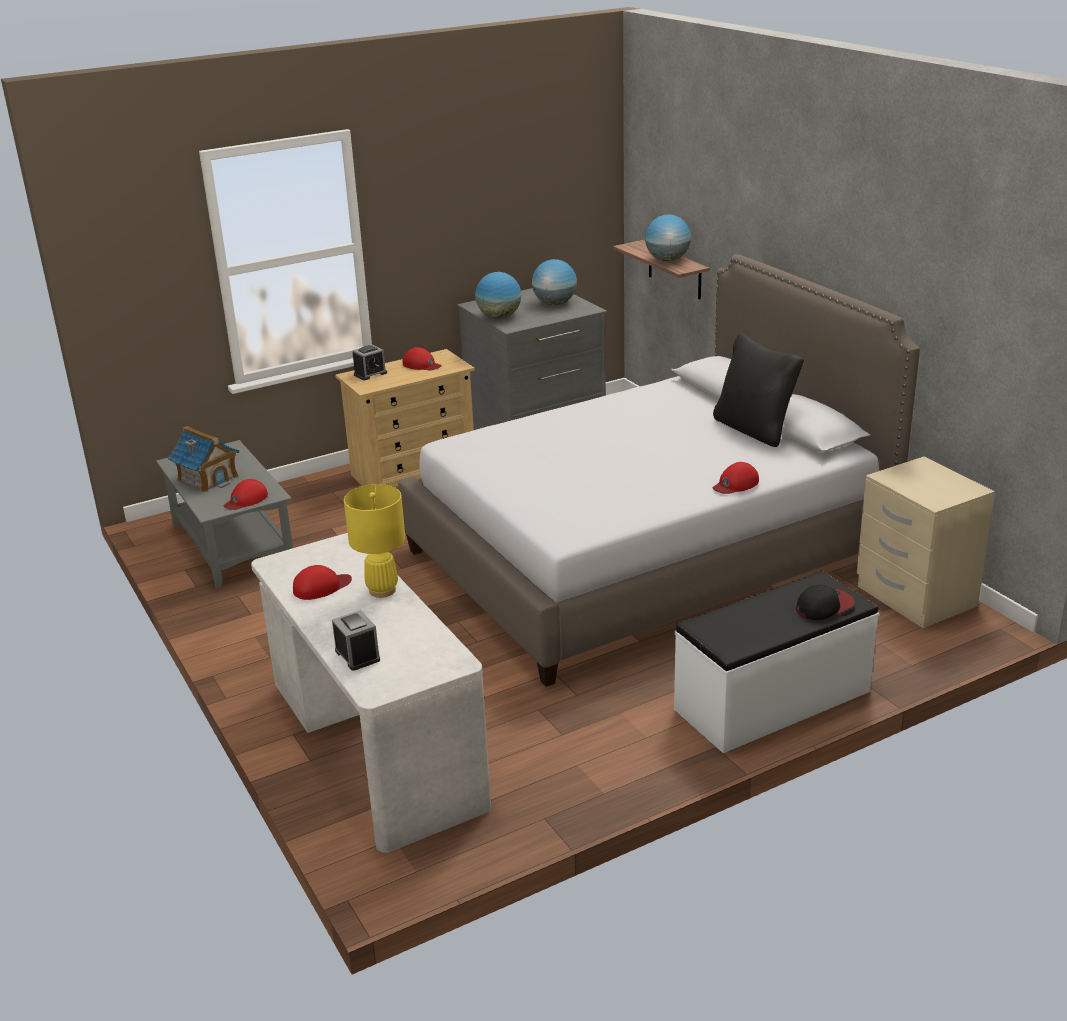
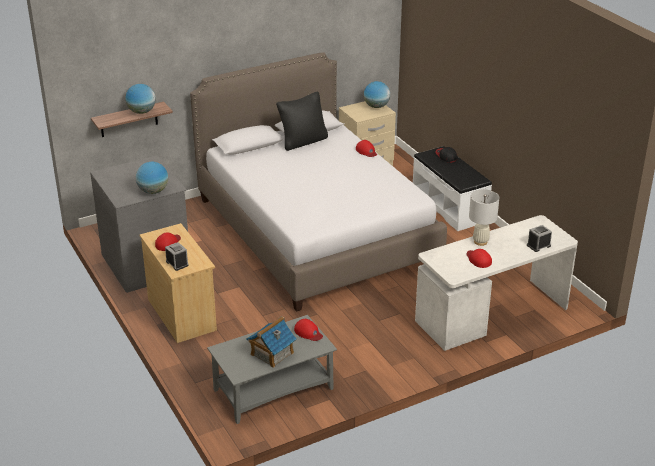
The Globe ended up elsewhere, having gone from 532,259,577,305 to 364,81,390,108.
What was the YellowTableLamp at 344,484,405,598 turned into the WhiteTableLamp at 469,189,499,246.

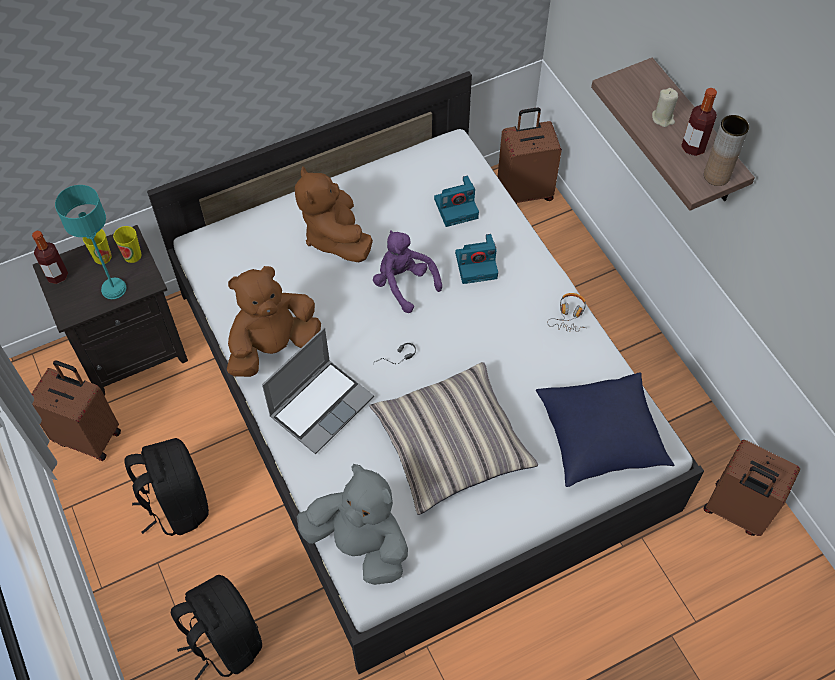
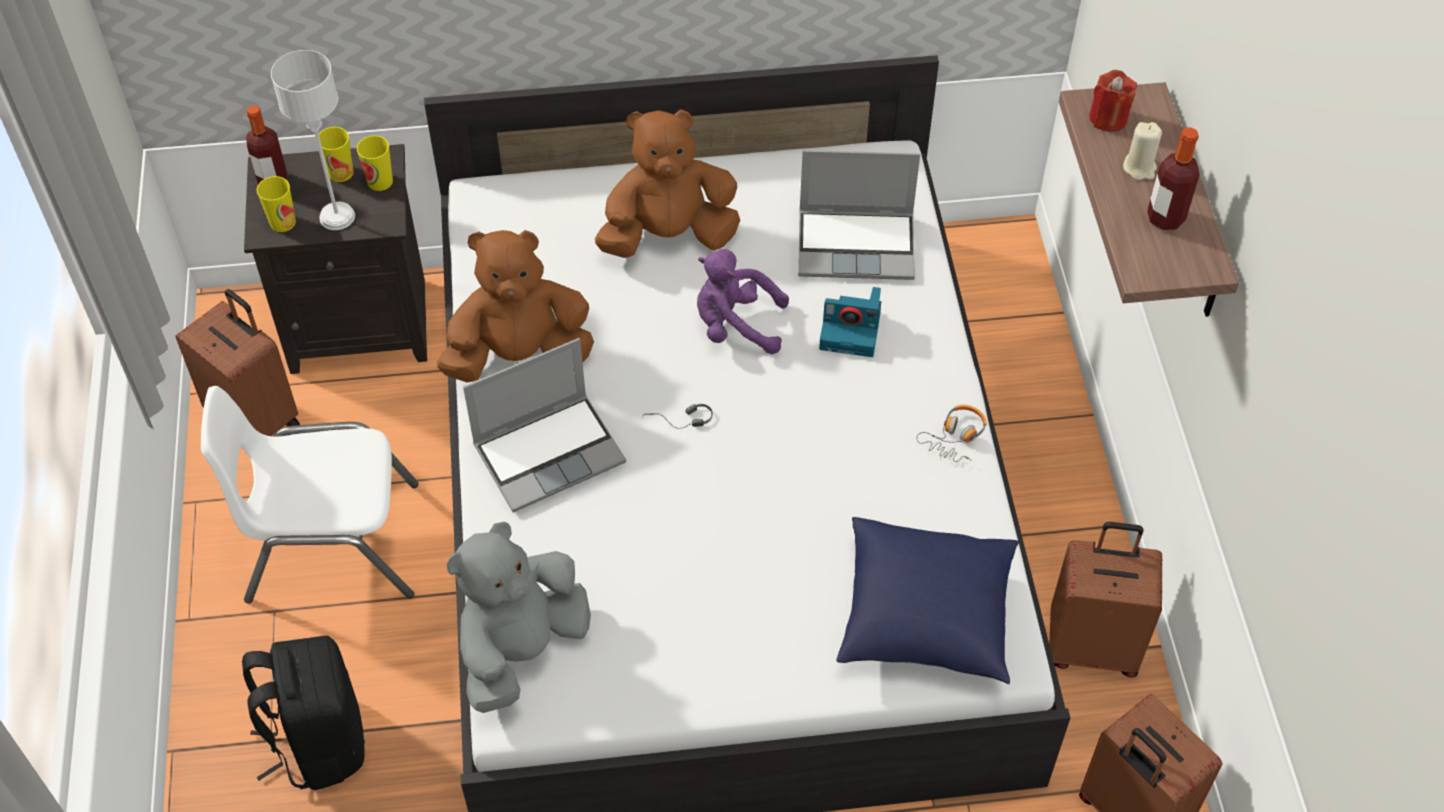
The second view lost the Pillow at 370,362,538,515.
The second view lost the BrownColouredDecorativeVase at 704,115,749,186.
The second view gained the DrinkingCup at 257,176,296,232.
The second view gained the RedWaxLight at 1089,70,1137,132.
The BrownColouredSuitcase ended up elsewhere, having gone from 498,107,562,204 to 1049,522,1162,677.
Where the BlackRucksack stood at 124,438,209,536, the WhitePlainChair came to stand at 201,386,419,604.
Where the StillCamera stood at 434,176,479,227, the NotebookComputer came to stand at 798,150,920,280.
What was the TurquoiseColouredTableLamp at 55,185,126,299 turned into the GreyishTableLamp at 271,50,355,230.
The BrownColouredCuddlyToy at 295,166,373,262 ended up facing another way, 75 degrees clockwise from before.
The GreyishCuddlyToy at 297,464,408,585 ended up facing another way, 105 degrees counterclockwise from before.
The PurpleCuddlyToy at 373,230,442,313 ended up facing another way, 60 degrees counterclockwise from before.

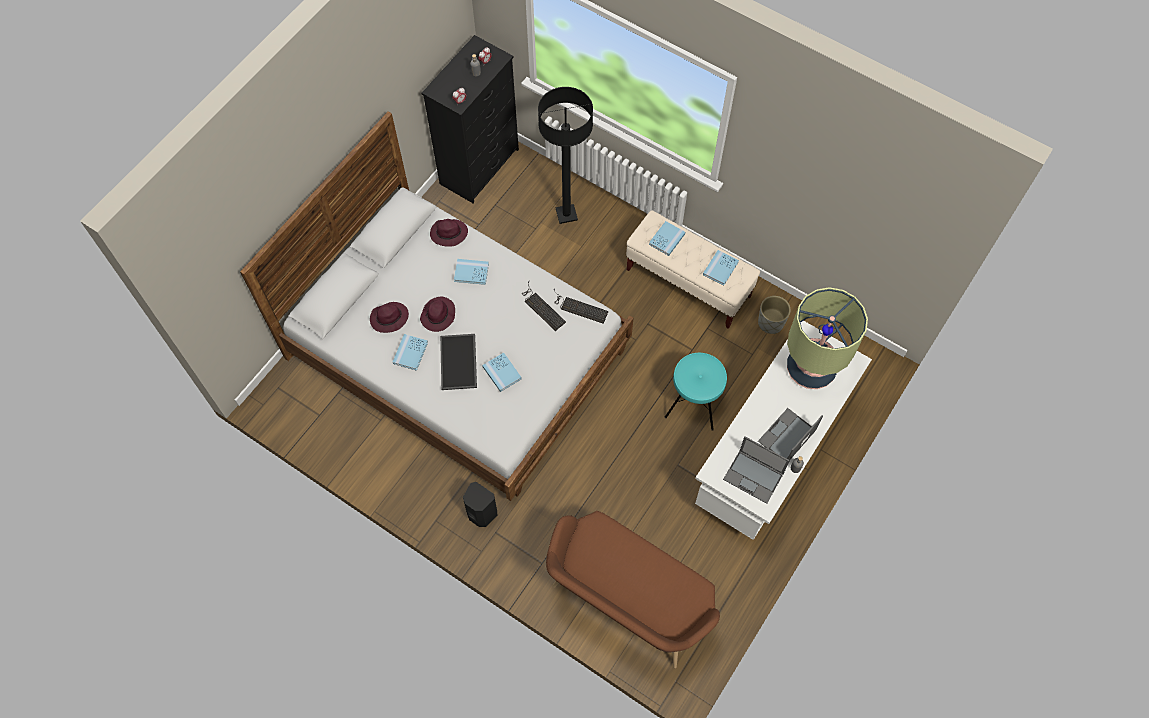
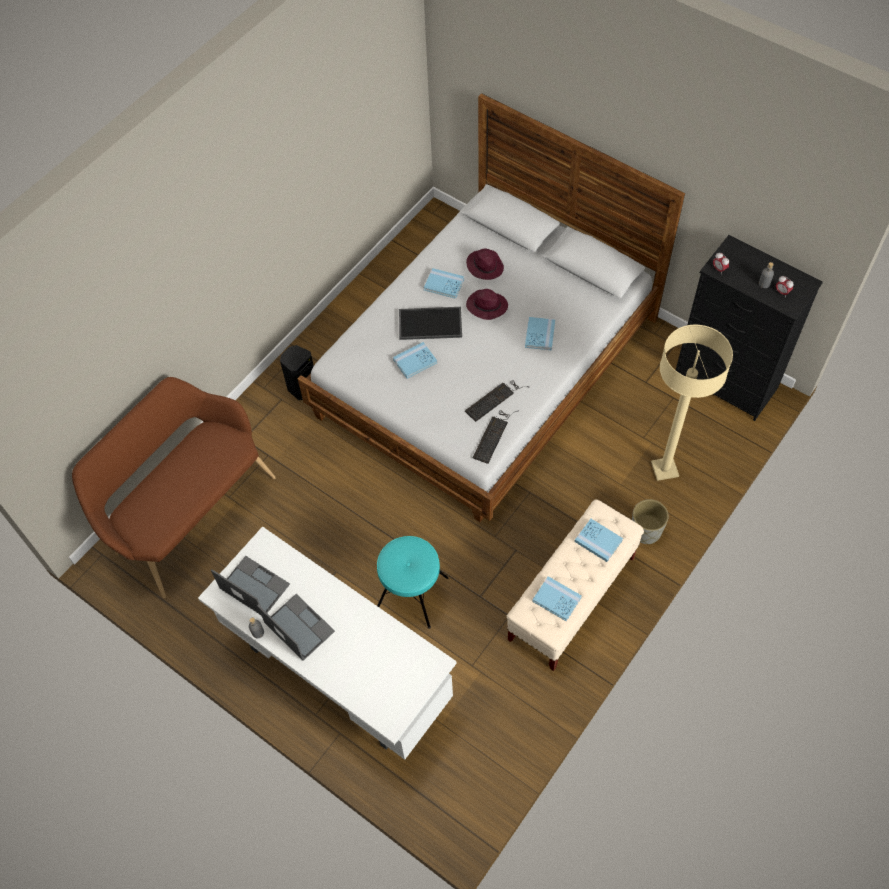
The second view lost the PurpleWearableHat at 430,219,468,247.
The second view lost the TableLamp at 787,287,868,389.
The GreyishFlowerPot ended up elsewhere, having gone from 758,296,790,334 to 632,499,669,544.
What was the BlackStandingLamp at 538,87,593,224 turned into the BeigeStandingLamp at 651,325,733,481.
The NotebookComputer at 723,437,790,504 ended up facing another way, 90 degrees clockwise from before.

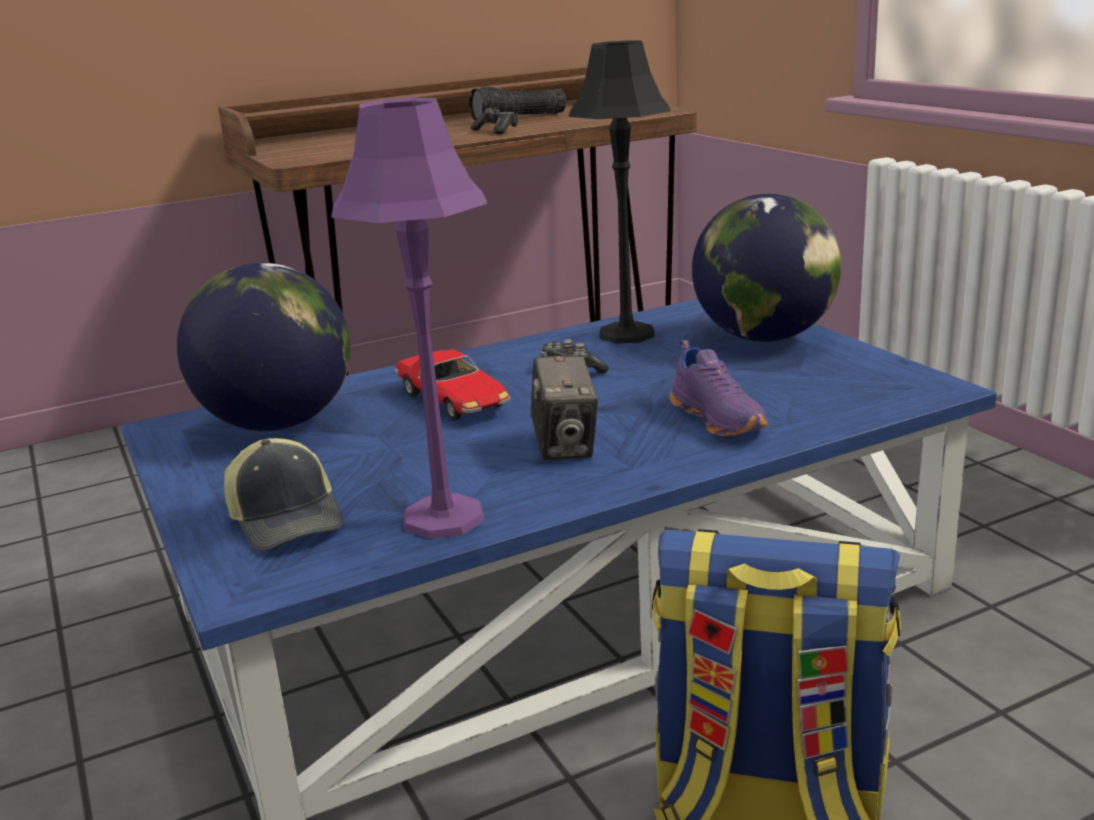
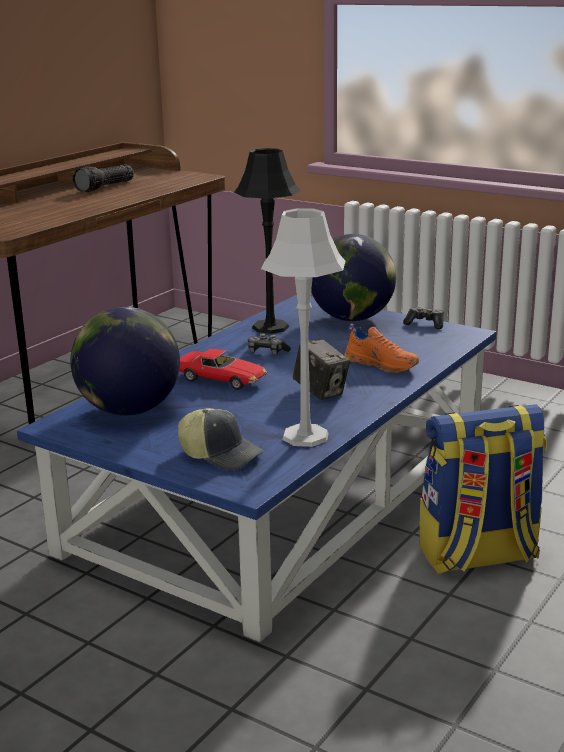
The Gamepad ended up elsewhere, having gone from 471,108,518,134 to 403,307,444,329.
What was the PurpleTableLamp at 331,98,488,539 turned into the GreyishTableLamp at 261,208,345,447.
What was the PurpleLowShoe at 670,340,768,436 turned into the OrangeLowShoe at 344,324,419,373.

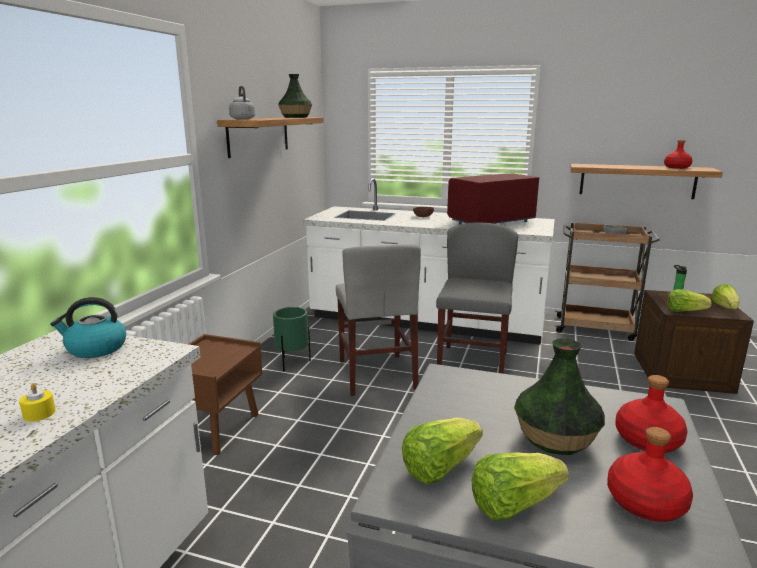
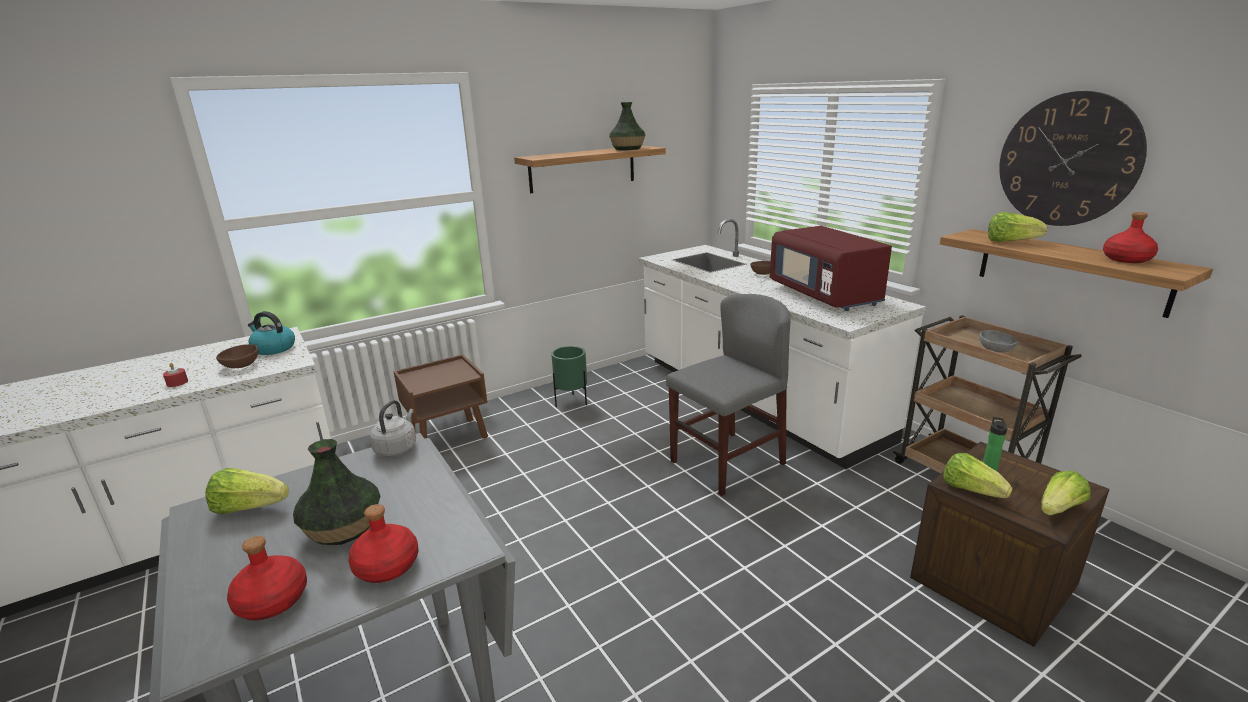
The second view lost the GreyishPlainChair at 336,244,421,396.
The second view gained the BrownColouredBowl at 216,344,258,368.
The second view gained the HangingClock at 999,91,1147,226.
The GreyishKettle ended up elsewhere, having gone from 229,86,255,119 to 369,400,416,457.
The LettuceHead ended up elsewhere, having gone from 472,452,569,521 to 988,212,1047,242.
What was the YellowWaxLight at 19,383,56,421 turned into the RedWaxLight at 163,363,188,387.
The RedKitchenMicrowave at 447,173,539,225 ended up facing another way, 120 degrees counterclockwise from before.

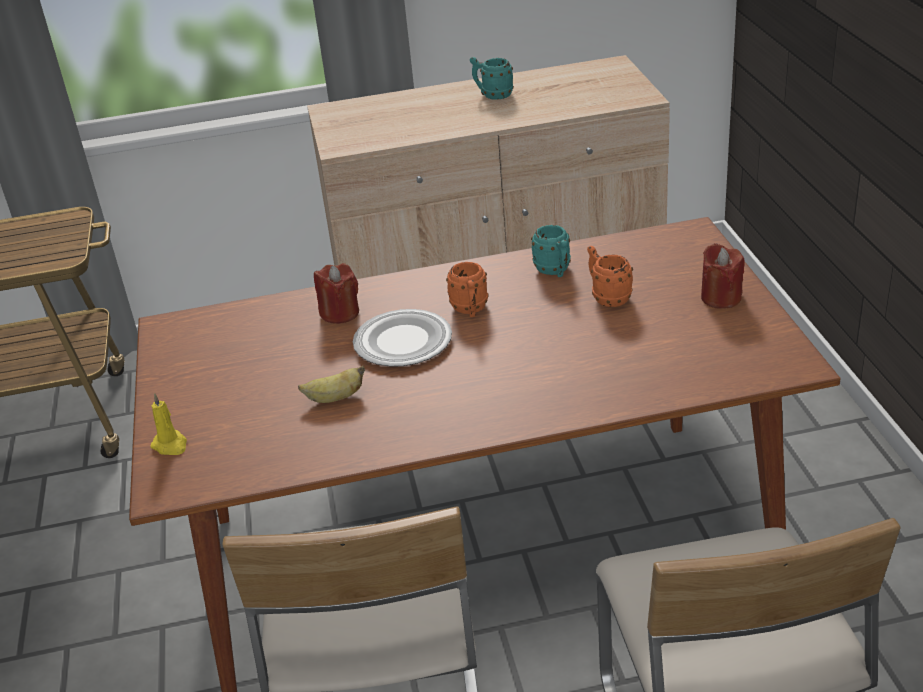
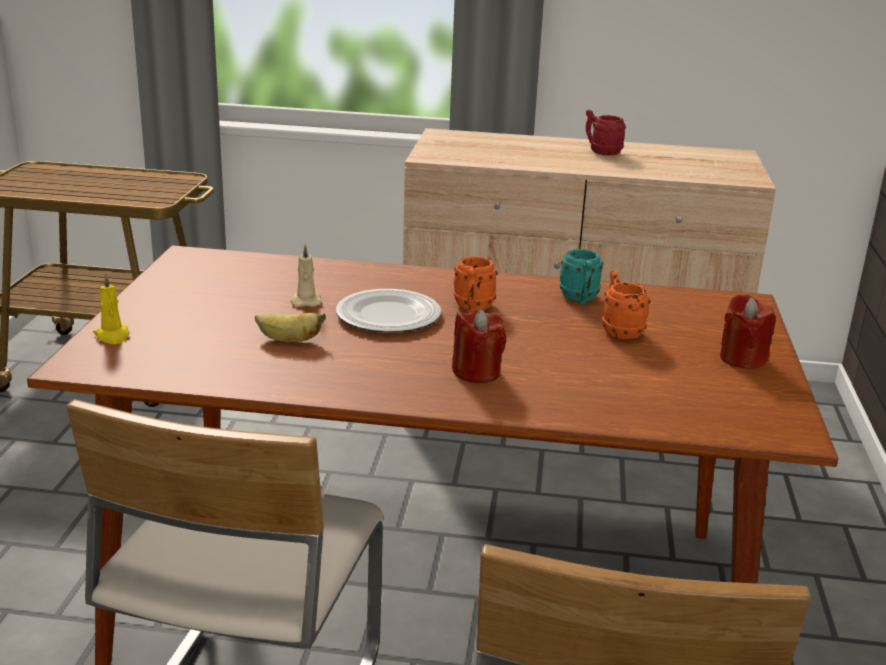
The second view gained the BeigeWaxLight at 290,244,322,307.
The RedWaxLight ended up elsewhere, having gone from 314,263,359,324 to 452,309,506,383.
What was the TurquoiseColouredCoffeeMug at 470,57,514,100 turned into the RedCoffeeMug at 586,110,626,155.

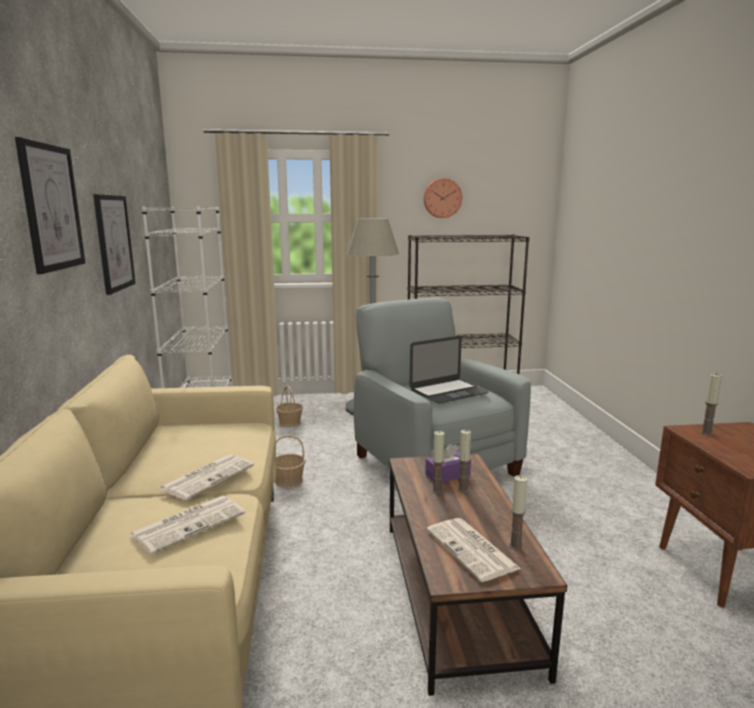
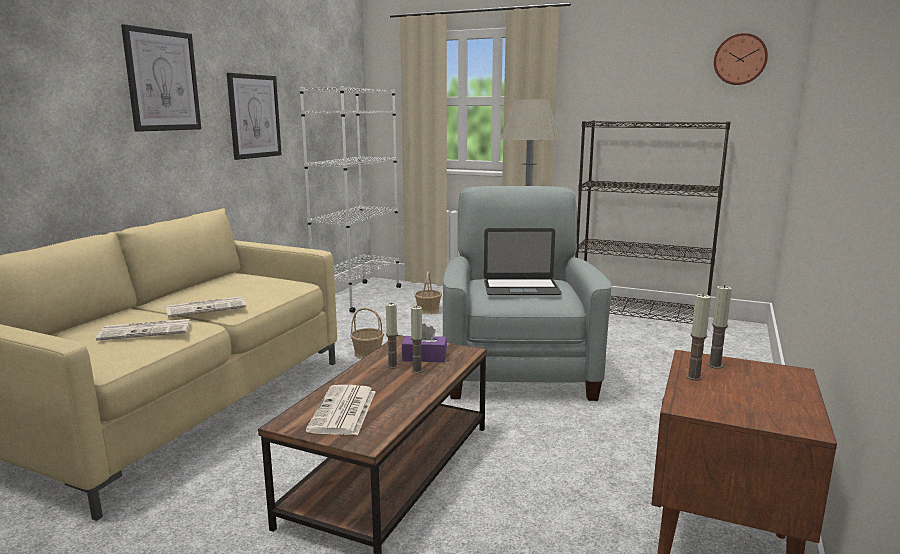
The HangingClock ended up elsewhere, having gone from 424,178,462,218 to 714,33,768,85.
The WaxLight ended up elsewhere, having gone from 509,475,527,550 to 686,293,711,381.

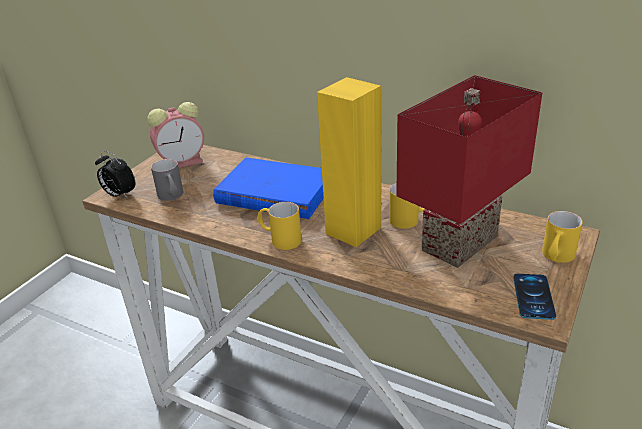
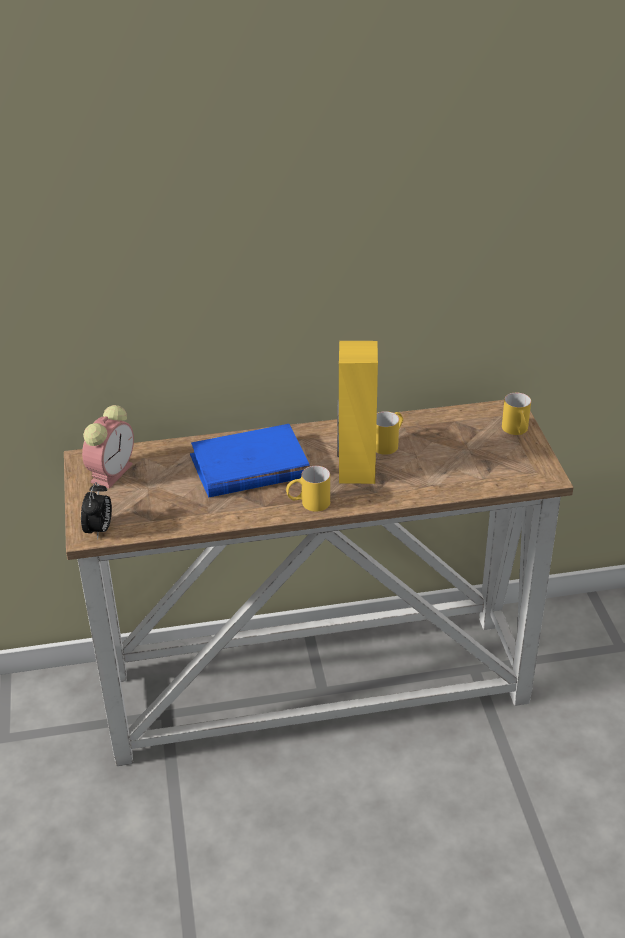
The second view lost the GreyishCoffeeMug at 151,159,183,201.
The second view lost the RedTableLamp at 396,75,542,268.
The second view lost the Phone at 513,274,556,320.
The BedsideClock at 95,151,135,199 ended up facing another way, 75 degrees counterclockwise from before.

